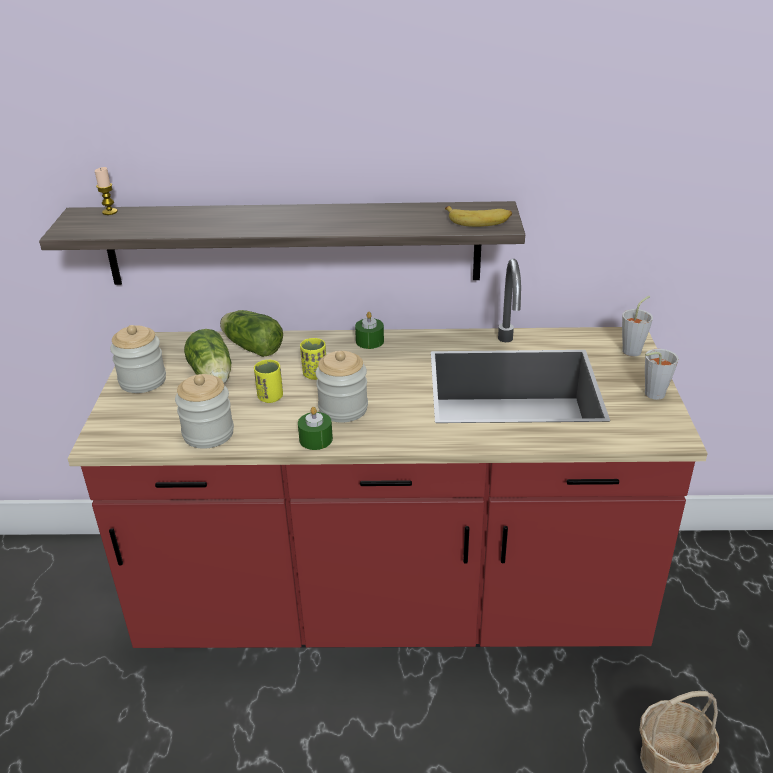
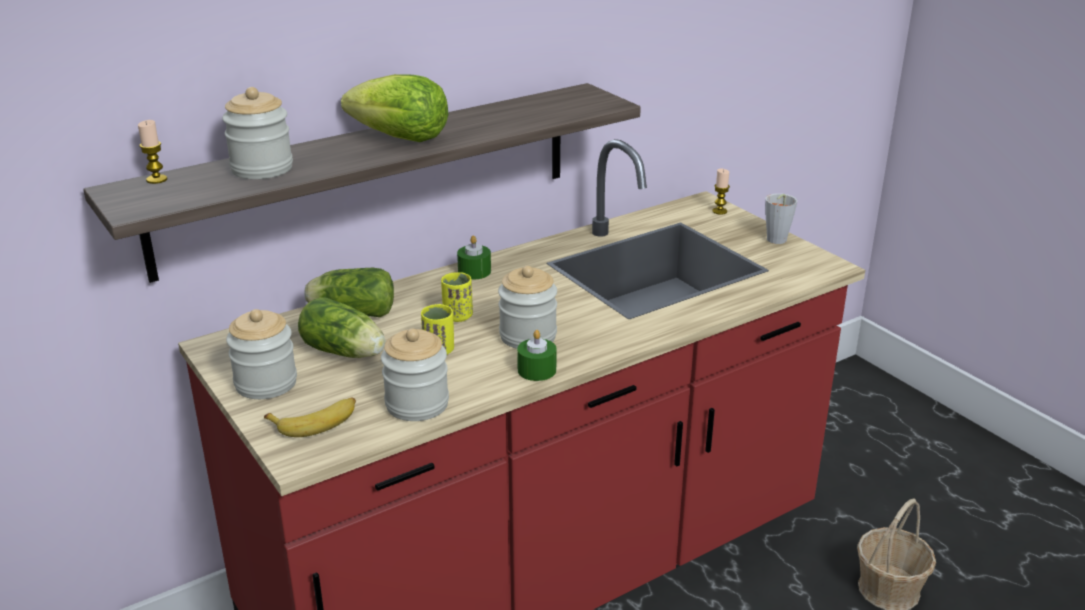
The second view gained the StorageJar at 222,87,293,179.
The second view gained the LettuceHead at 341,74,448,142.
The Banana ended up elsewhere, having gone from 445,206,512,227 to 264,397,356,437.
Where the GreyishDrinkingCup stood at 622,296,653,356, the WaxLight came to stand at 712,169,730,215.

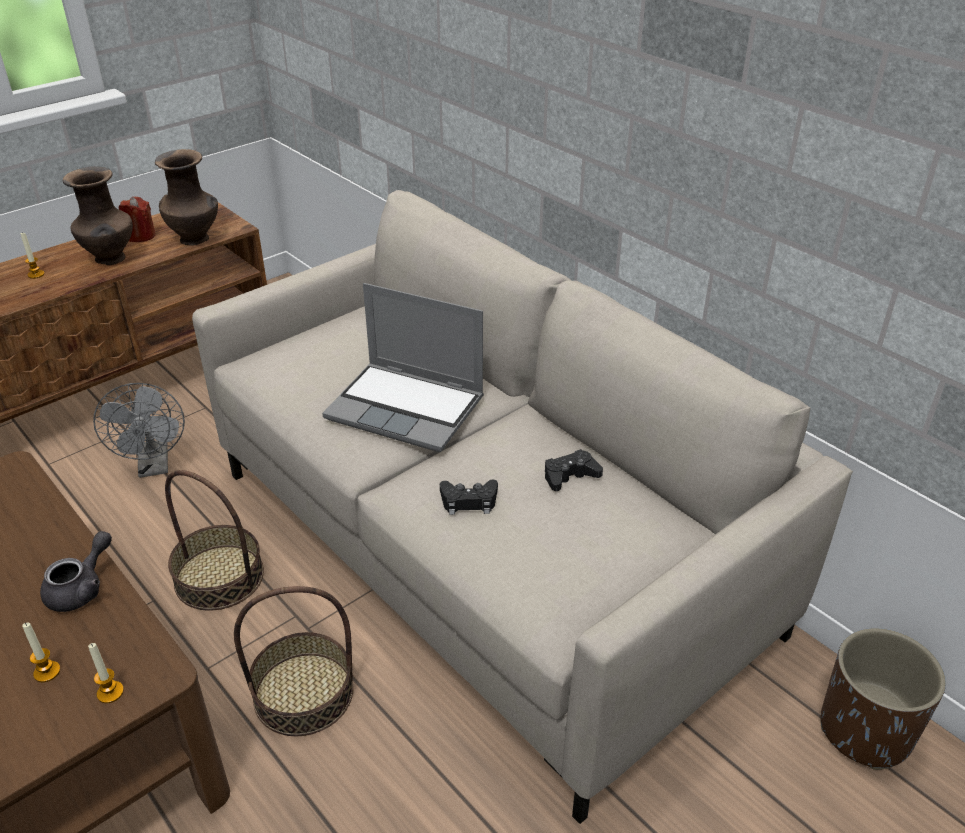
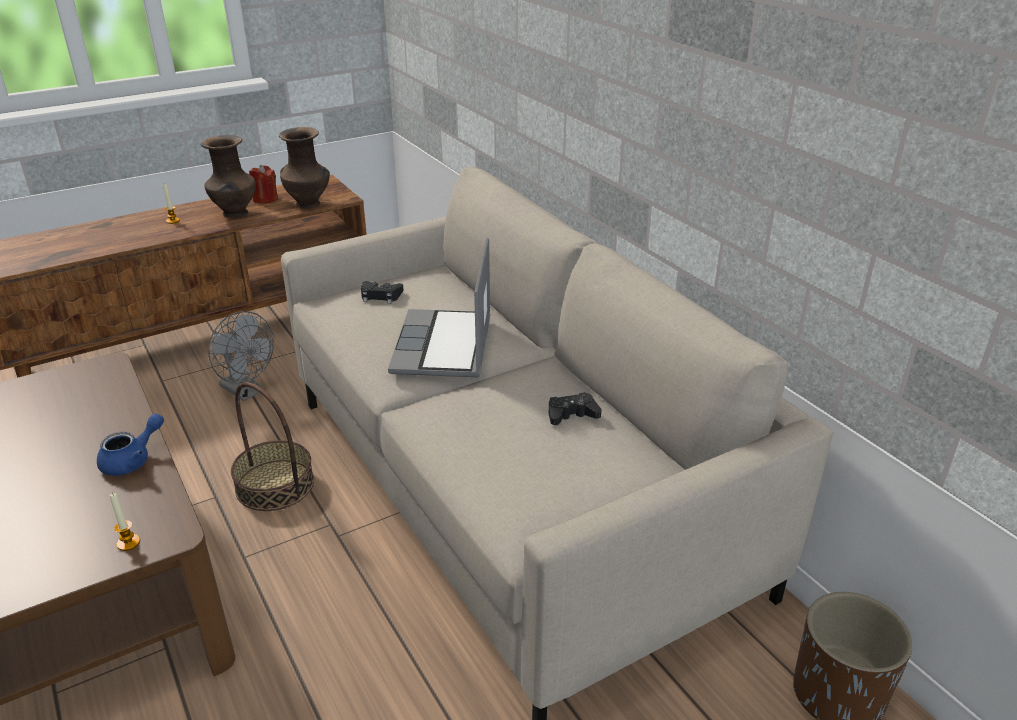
The second view lost the WaxLight at 22,623,60,683.
The second view lost the HouseholdBasket at 234,586,353,736.
The BlackGamepad ended up elsewhere, having gone from 440,480,498,515 to 361,281,404,303.
What was the GreyishPotForTea at 40,531,112,612 turned into the BluishPotForTea at 97,413,164,476.
The GreyishFan at 93,383,185,478 ended up facing another way, 45 degrees counterclockwise from before.
The NotebookComputer at 322,283,484,452 ended up facing another way, 60 degrees clockwise from before.

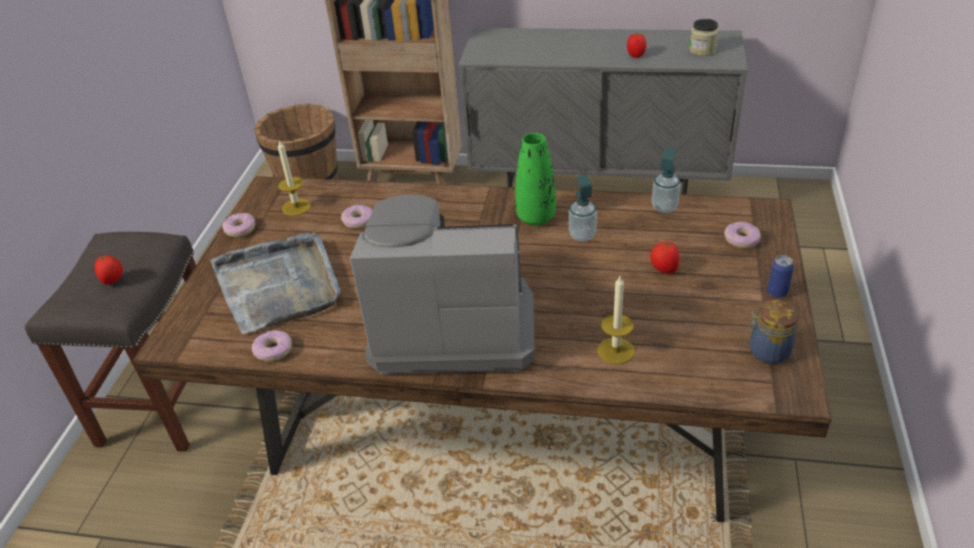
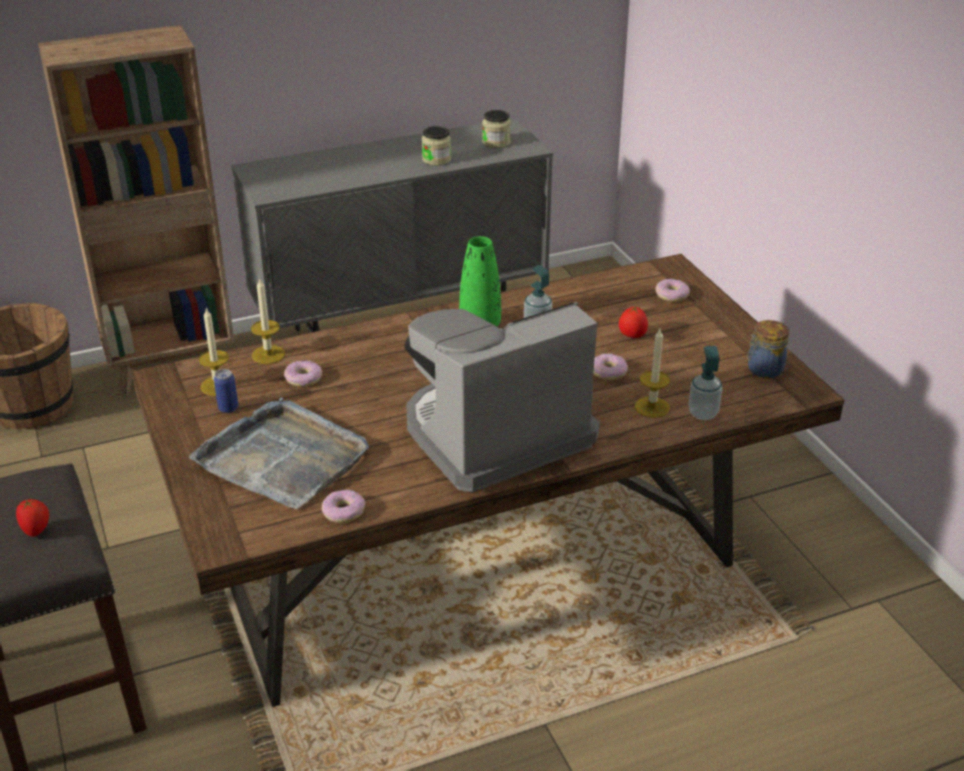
The second view gained the WaxLight at 251,278,285,364.
The RingDoughnut ended up elsewhere, having gone from 222,213,255,237 to 593,353,628,380.
The LiquidSoapBottle ended up elsewhere, having gone from 652,147,681,213 to 689,346,722,420.
The MetalCan ended up elsewhere, having gone from 767,255,794,298 to 214,369,238,413.
Where the Tomato stood at 627,33,647,58, the StorageJar came to stand at 422,126,451,166.

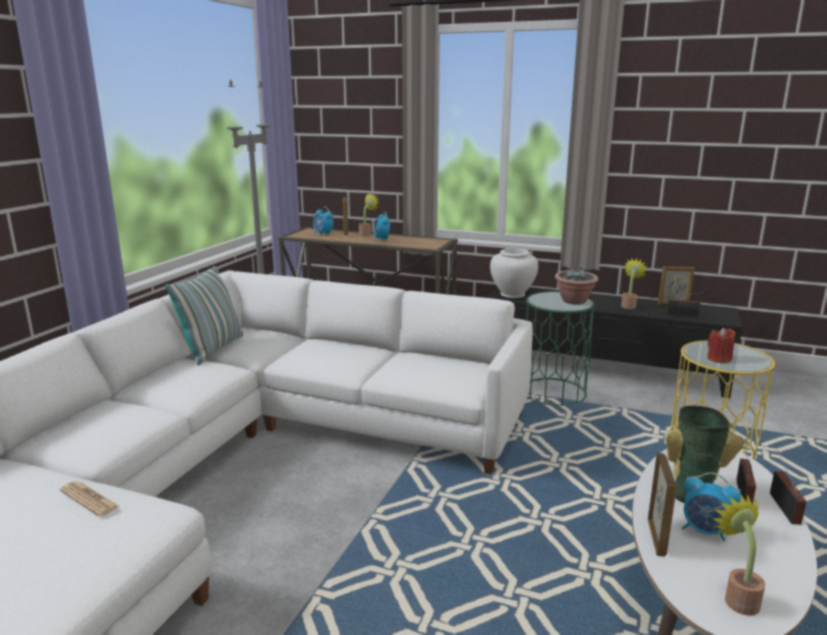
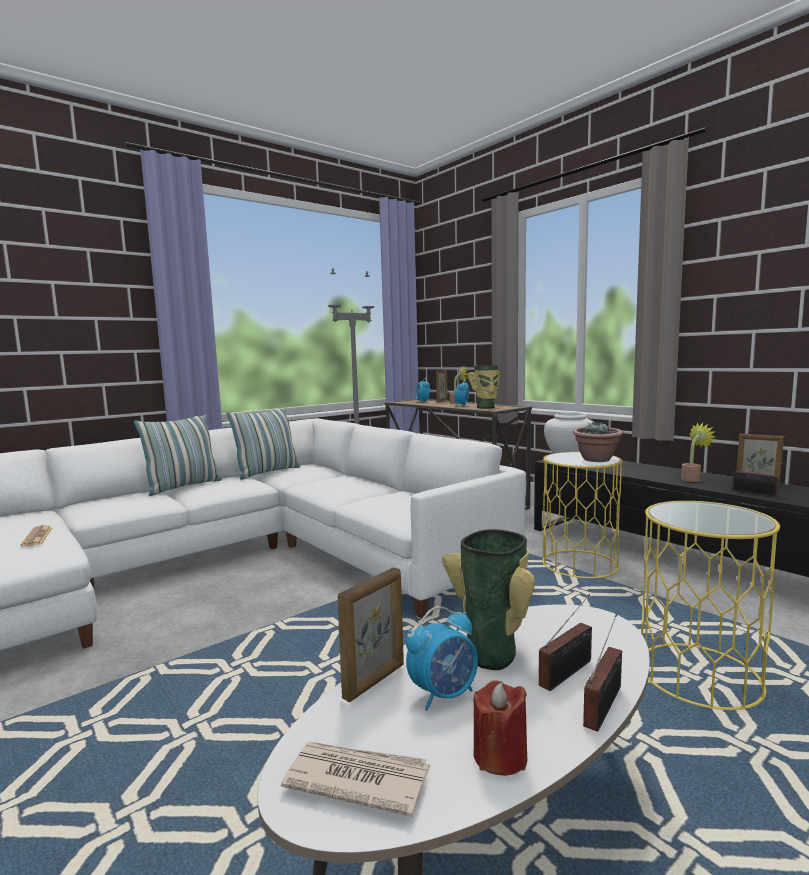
The second view gained the Pillow at 134,414,222,496.
The second view gained the DecorativeVase at 467,365,500,409.
The RedWaxLight ended up elsewhere, having gone from 707,328,736,363 to 473,680,527,776.
Where the PlantInAPot stood at 712,494,765,616, the DailyPaper came to stand at 281,742,430,817.
What was the GreenSideTable at 526,291,595,406 turned into the YellowSideTable at 542,452,623,578.
The BedsideClock at 682,473,741,541 ended up facing another way, 90 degrees counterclockwise from before.

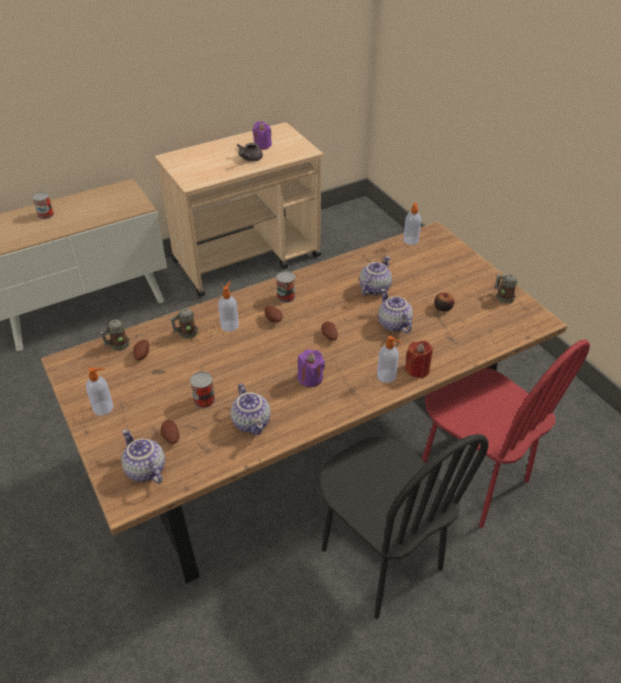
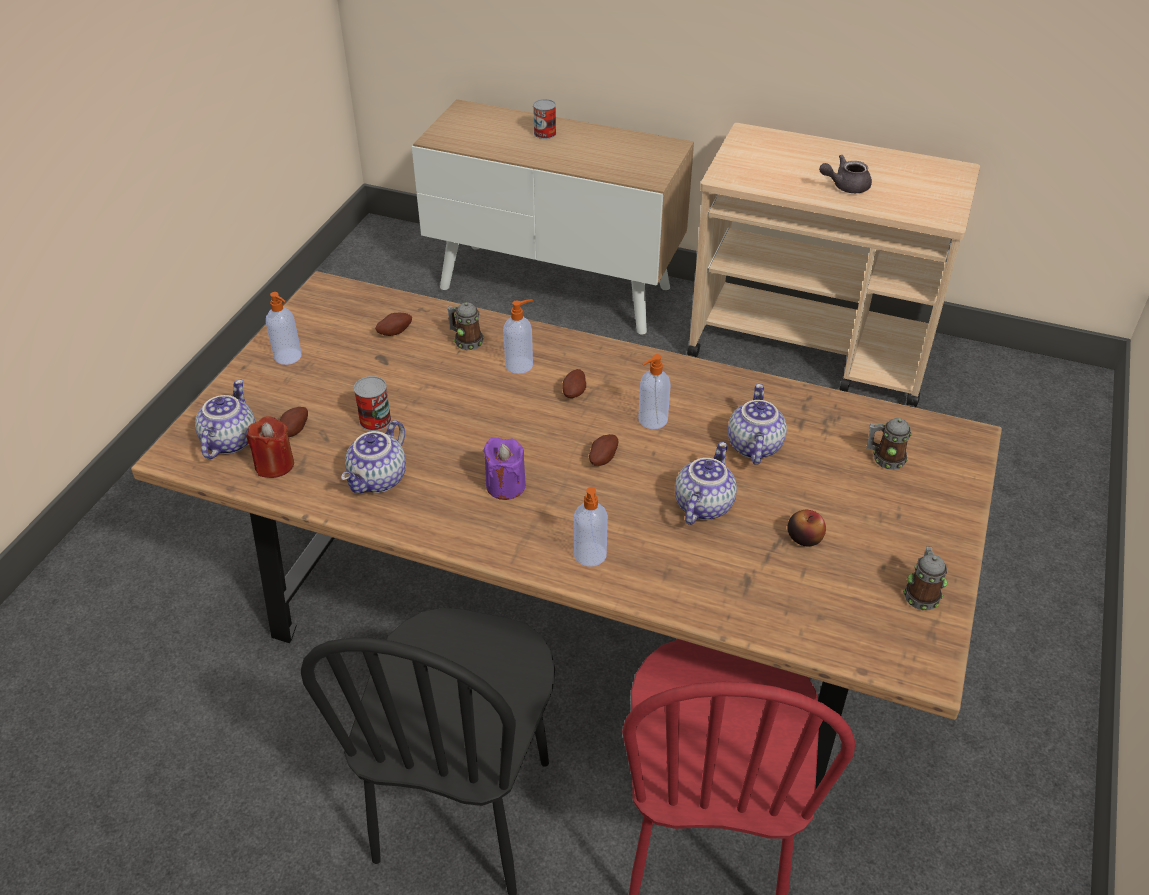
The second view lost the PurpleWaxLight at 253,121,272,150.
The second view lost the MetalCan at 276,271,296,303.
The CoffeeMug ended up elsewhere, having gone from 100,319,130,351 to 866,418,912,470.
The LiquidSoapBottle ended up elsewhere, having gone from 403,203,421,245 to 638,354,671,429.
The RedWaxLight ended up elsewhere, having gone from 405,341,433,378 to 246,416,294,478.
The PotForTea at 359,256,392,295 ended up facing another way, 75 degrees counterclockwise from before.

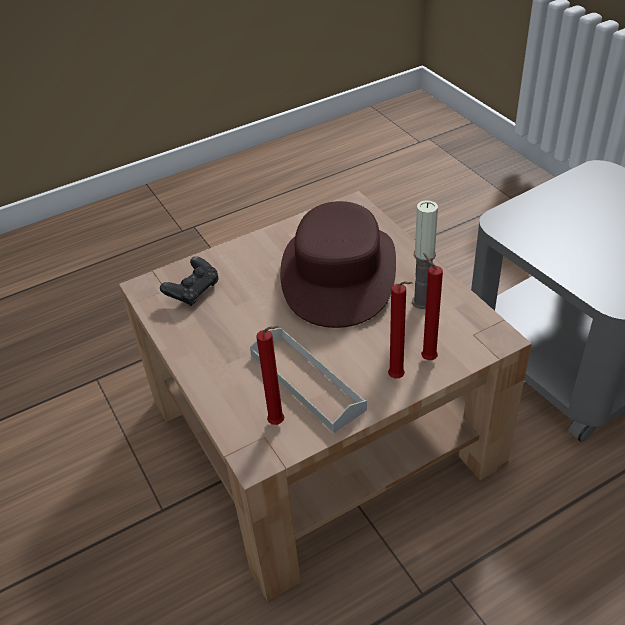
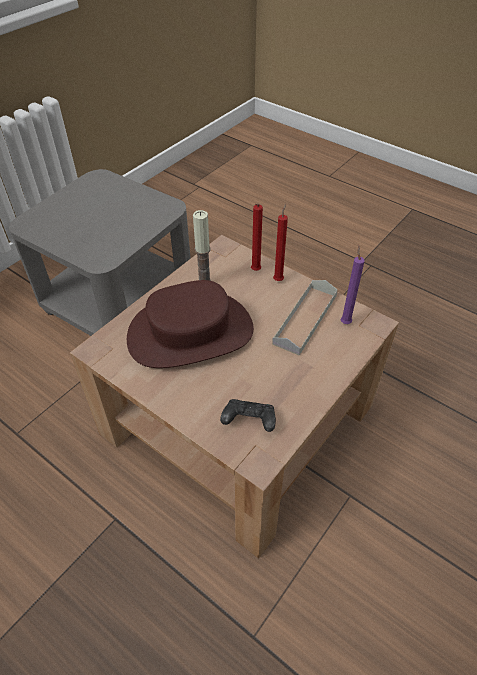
What was the RedWaxLight at 256,326,284,425 turned into the PurpleWaxLight at 341,245,365,324.

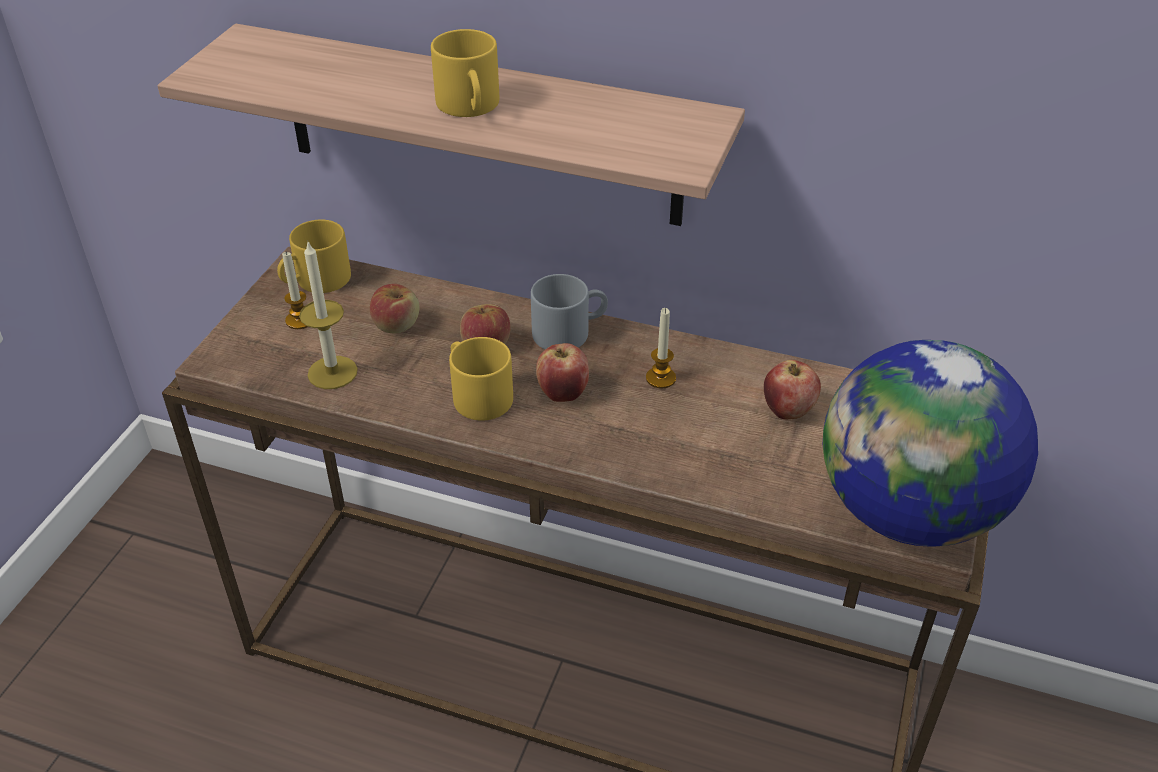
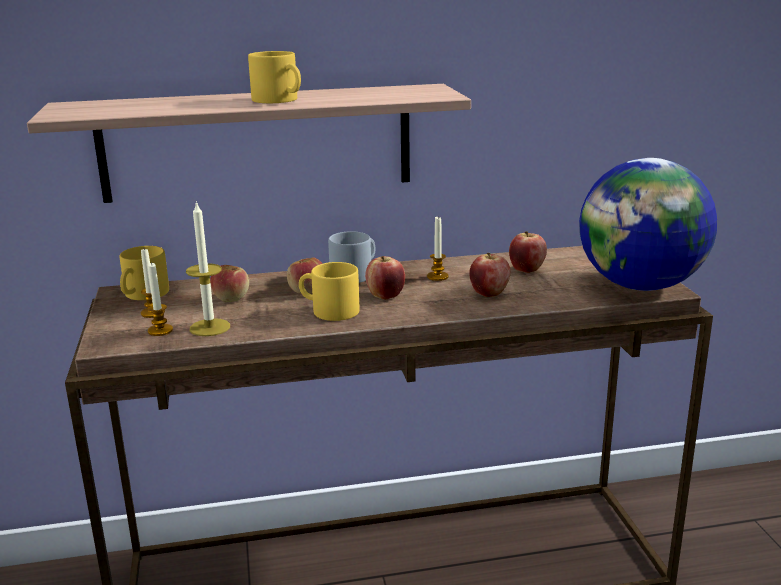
The second view gained the WaxLight at 148,262,173,336.
The second view gained the Apple at 469,253,510,297.

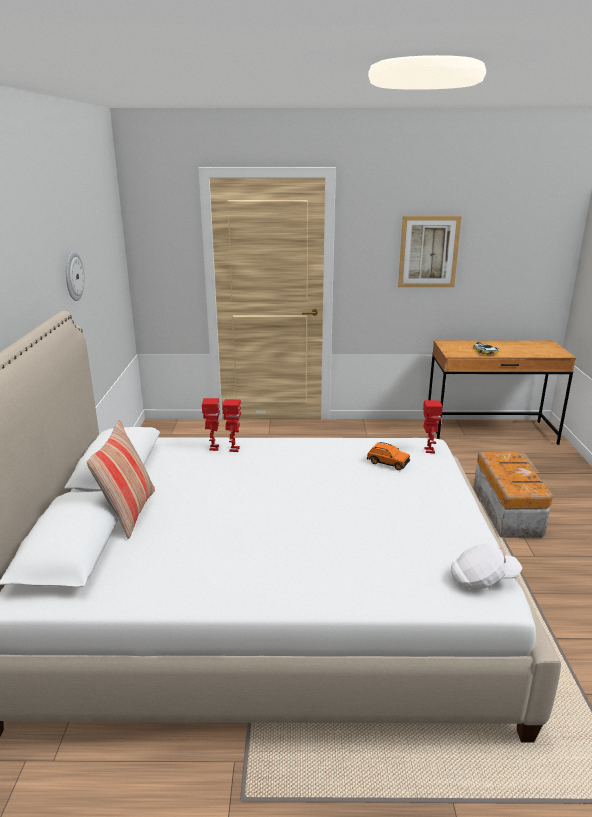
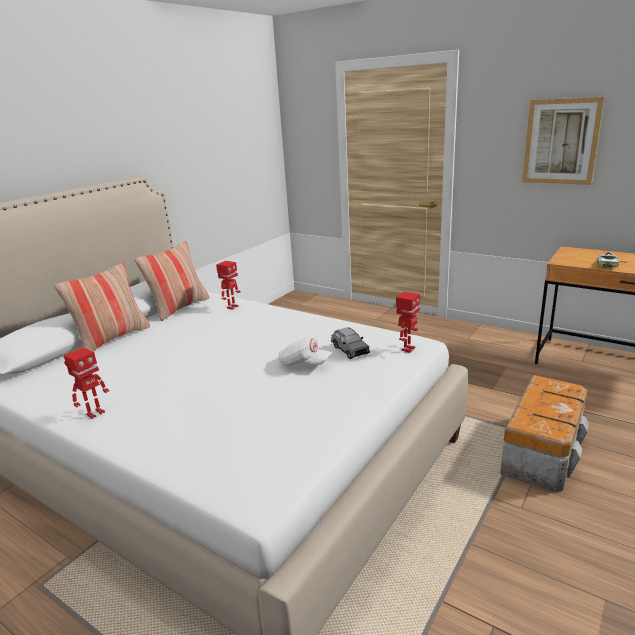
The second view lost the HangingClock at 66,251,85,301.
The second view gained the Pillow at 135,241,209,321.
The ToyRobot ended up elsewhere, having gone from 222,399,241,452 to 64,347,109,419.
The WhiteCap ended up elsewhere, having gone from 451,543,522,589 to 278,336,332,366.
What was the OrangeMiniatureCar at 367,442,410,470 turned into the GreyishMiniatureCar at 331,327,370,359.

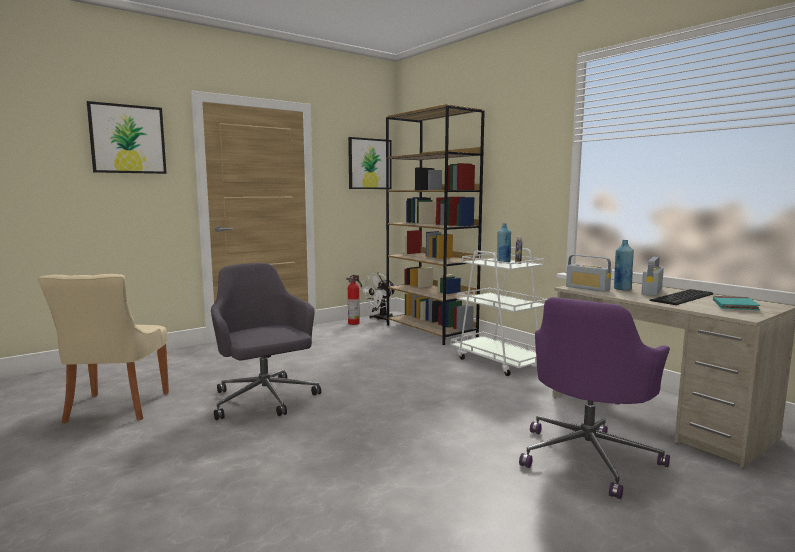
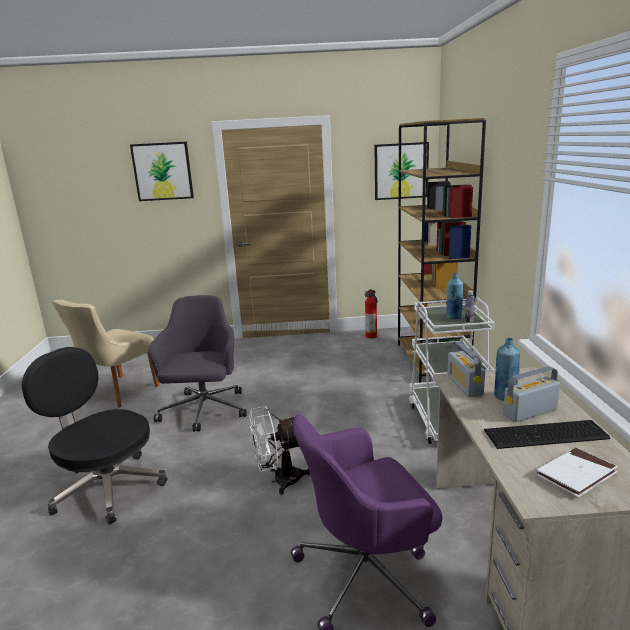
The second view gained the BlackOfficeChair at 22,347,167,525.
The WhiteFan ended up elsewhere, having gone from 360,273,395,322 to 249,406,310,495.
What was the TurquoiseColouredVolume at 713,296,761,310 turned into the WhiteVolume at 536,448,618,497.

